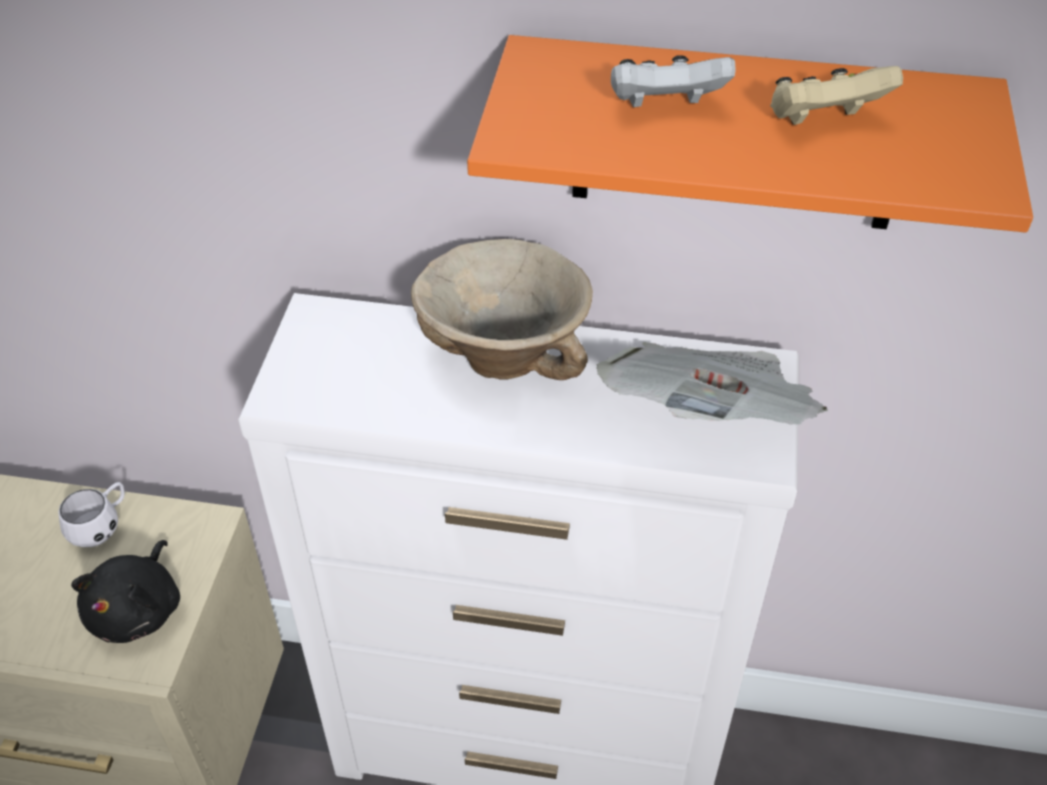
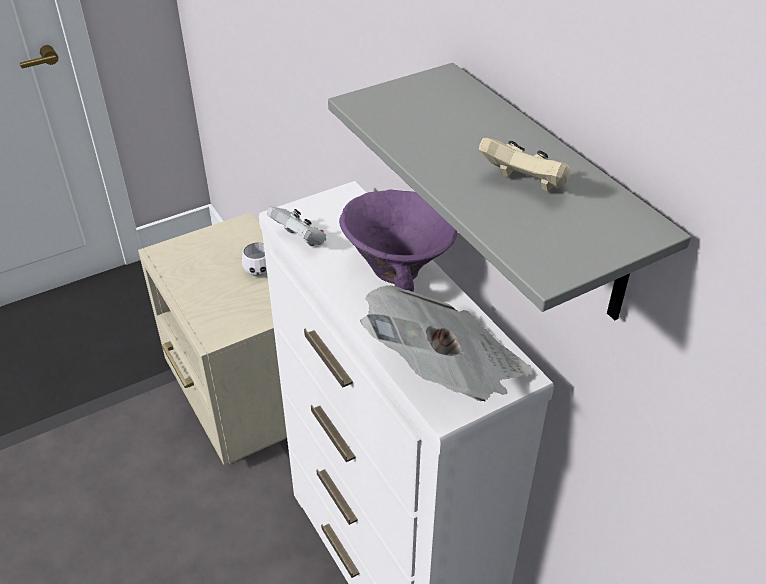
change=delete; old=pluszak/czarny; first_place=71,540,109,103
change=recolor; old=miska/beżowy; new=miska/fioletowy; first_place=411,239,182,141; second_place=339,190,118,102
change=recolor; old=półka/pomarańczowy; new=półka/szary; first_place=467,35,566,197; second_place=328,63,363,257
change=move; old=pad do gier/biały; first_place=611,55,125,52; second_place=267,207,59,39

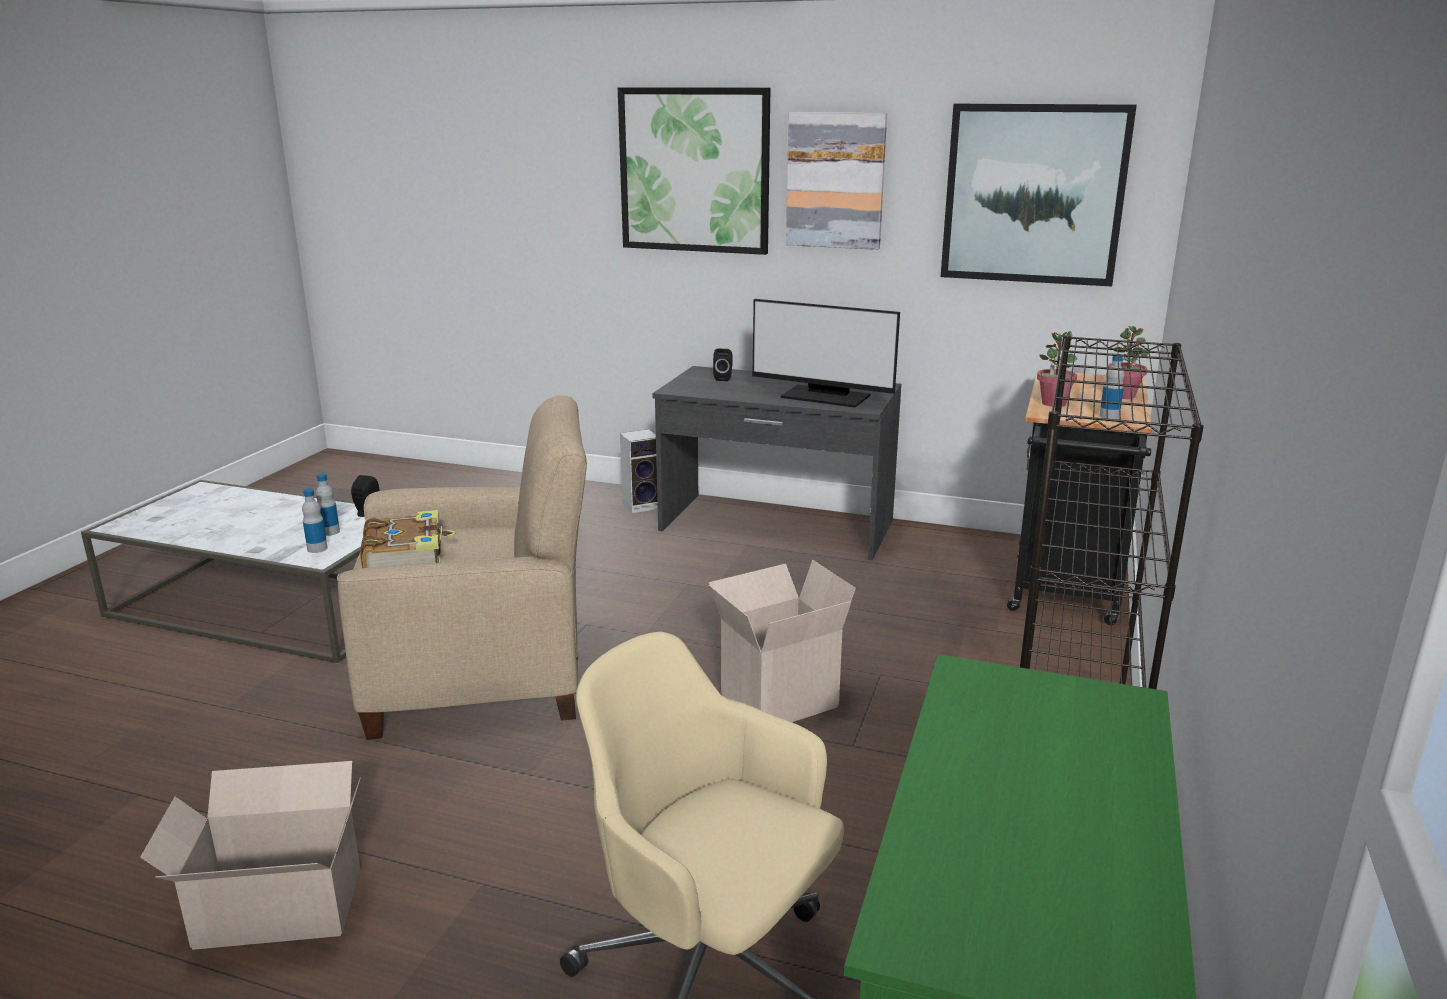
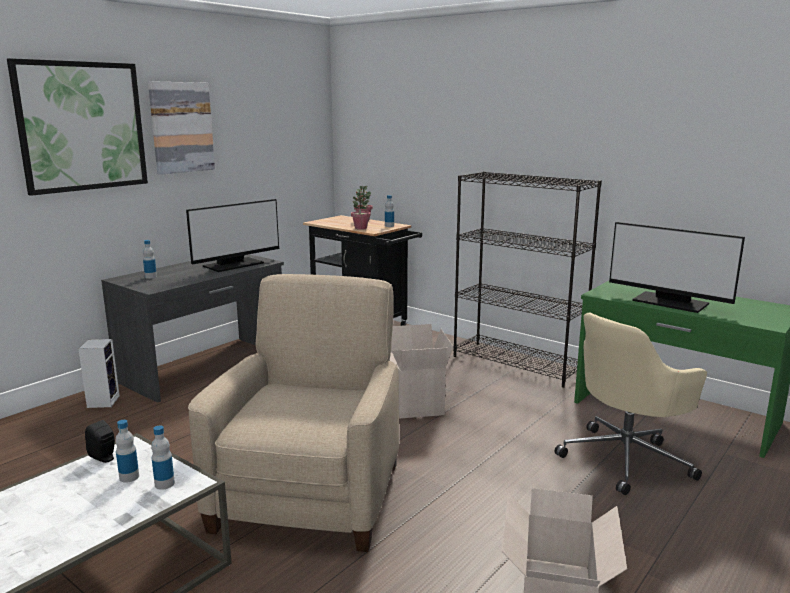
change=delete; old=książka; first_place=360,510,96,58
change=replace; old=głośnik/czarny; new=butelka; first_place=713,349,20,32; second_place=143,240,14,39
change=delete; old=obraz; first_place=941,104,196,183
change=insert; new=monitor; second_place=609,222,136,91

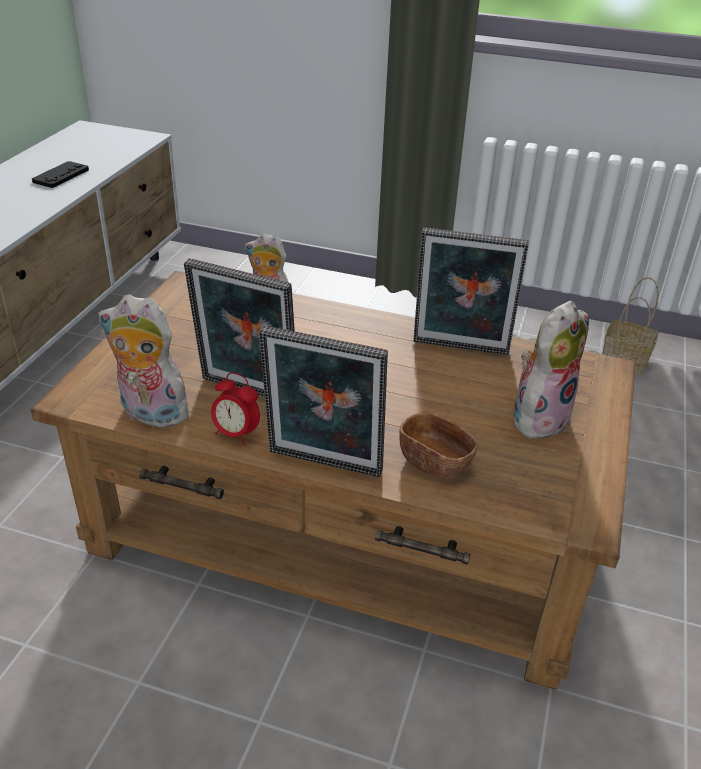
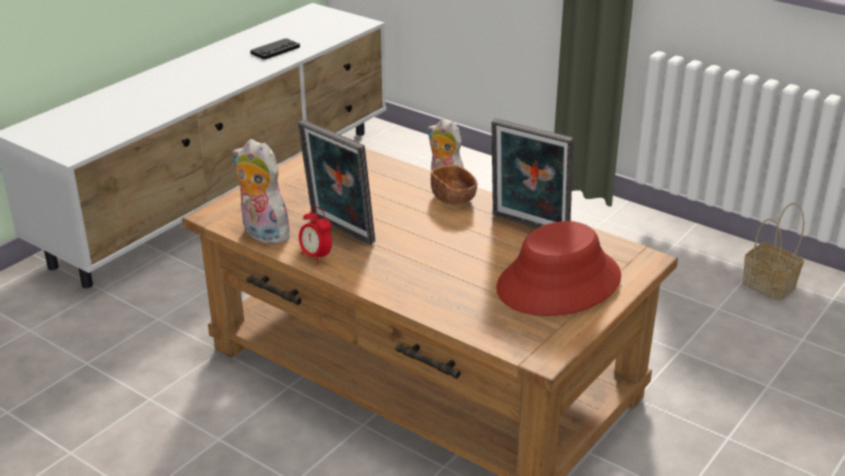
change=delete; old=ramka na zdjęcie; first_place=259,326,129,151
change=move; old=miska/brązowy; first_place=400,412,78,65; second_place=431,165,46,40
change=replace; old=pluszak; new=kapelusz/czerwony; first_place=514,301,75,138; second_place=496,221,125,95

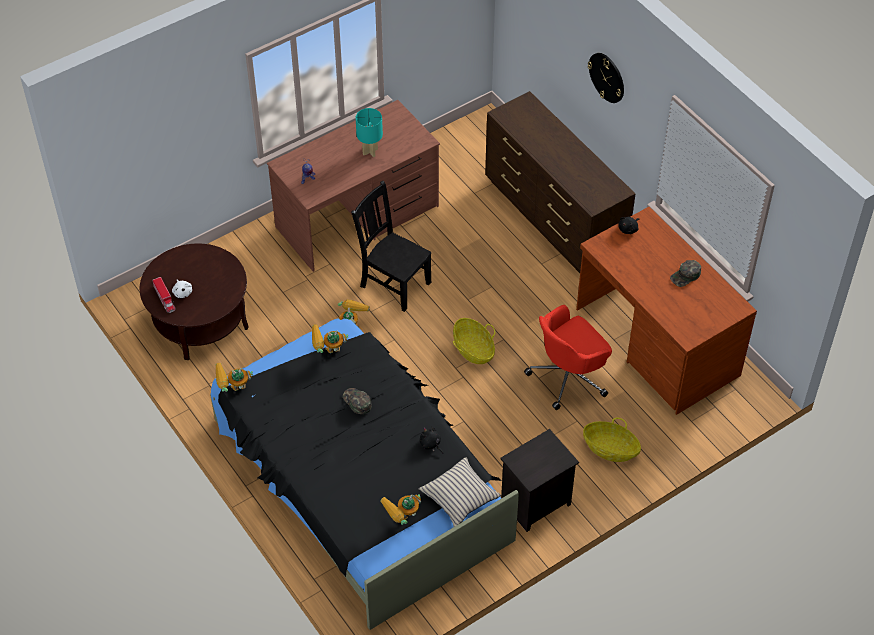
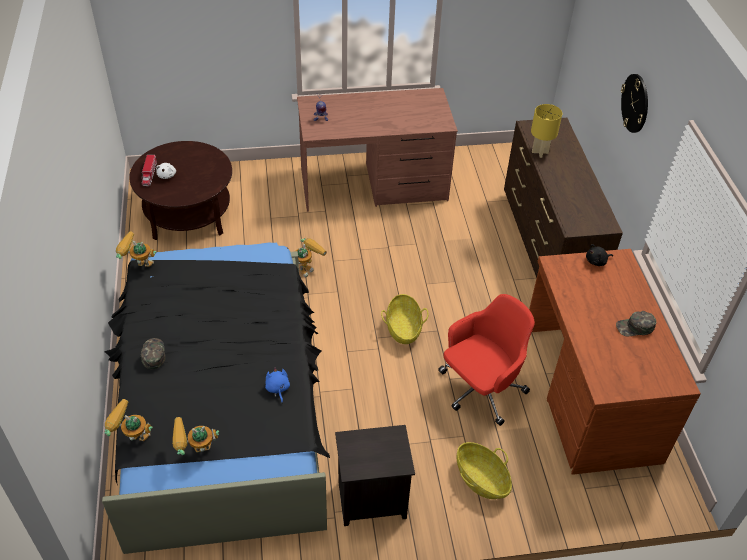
change=move; old=robot zabawkowy; first_place=312,324,36,29; second_place=104,399,49,42
change=move; old=czapka z daszkiem/zielony; first_place=343,388,29,26; second_place=141,338,25,31
change=delete; old=krzesło/czarny; first_place=351,181,80,131
change=delete; old=lampa stołowa/turkusowy; first_place=356,108,27,49
change=delete; old=poduszka/beżowy; first_place=419,457,82,70
change=recolor; old=pluszak/czarny; new=pluszak/niebieski; first_place=420,426,23,28; second_place=265,367,25,36
change=rotate; old=krzesło biurowe/czerwony; first_place=524,305,88,105; second_place=438,294,97,132; degrees=150
change=insert; new=lampa stołowa/żółty; second_place=531,104,31,54

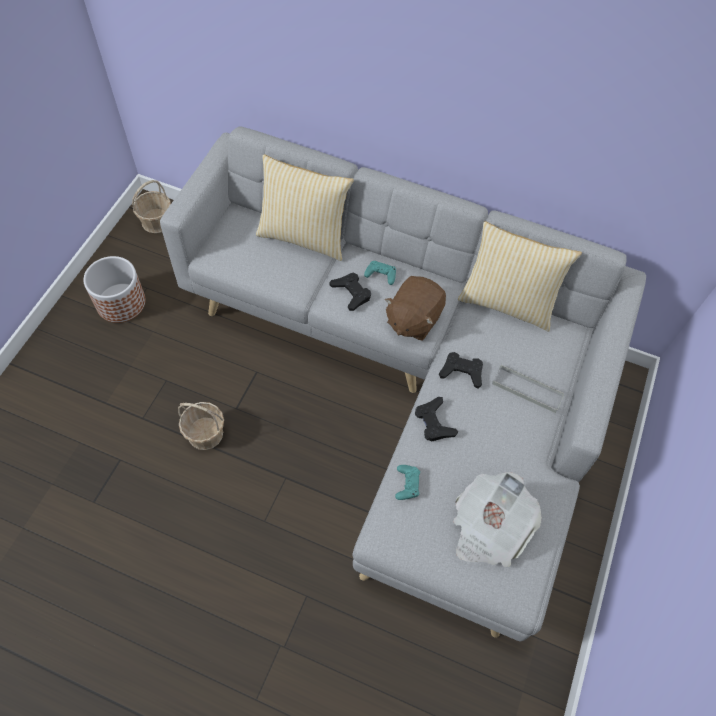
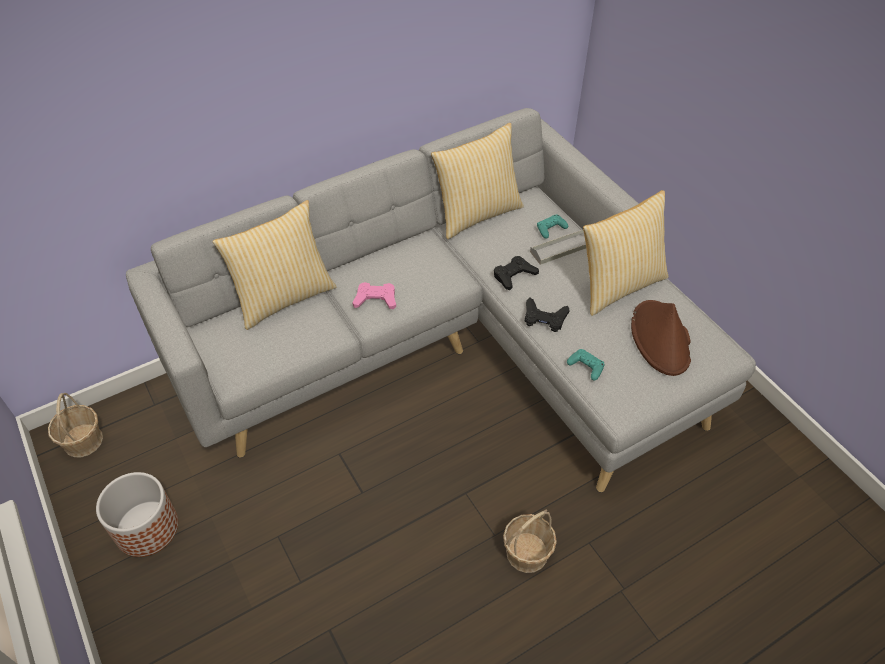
change=move; old=koszyk; first_place=178,402,46,48; second_place=503,510,54,63
change=recolor; old=pad do gier/czarny; new=pad do gier/różowy; first_place=329,273,42,38; second_place=352,282,44,27
change=move; old=pad do gier/turkusowy; first_place=364,261,32,24; second_place=537,214,31,25
change=delete; old=pluszak/brązowy; first_place=385,276,61,65
change=replace; old=gazeta; new=kapelusz/brązowy; first_place=453,472,89,95; second_place=631,300,60,76
change=insert; new=poduszka; second_place=583,190,85,126

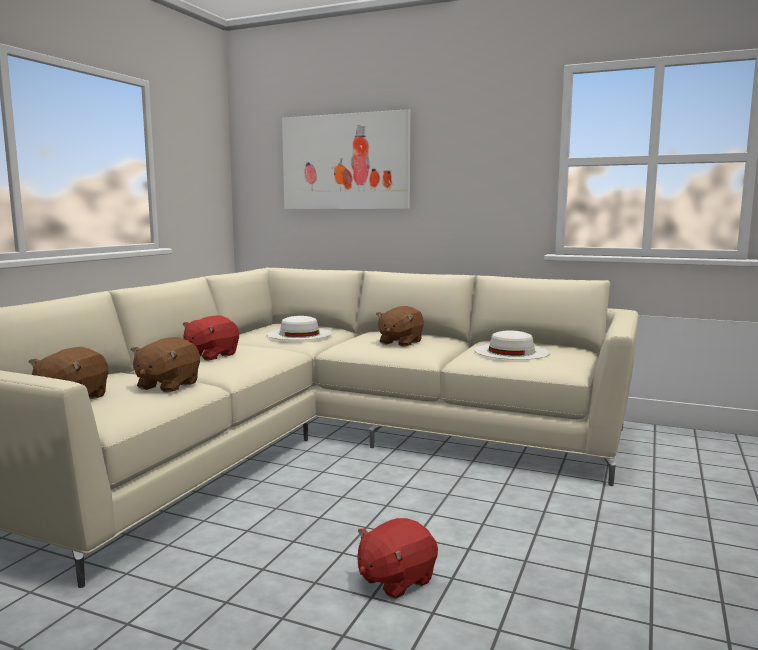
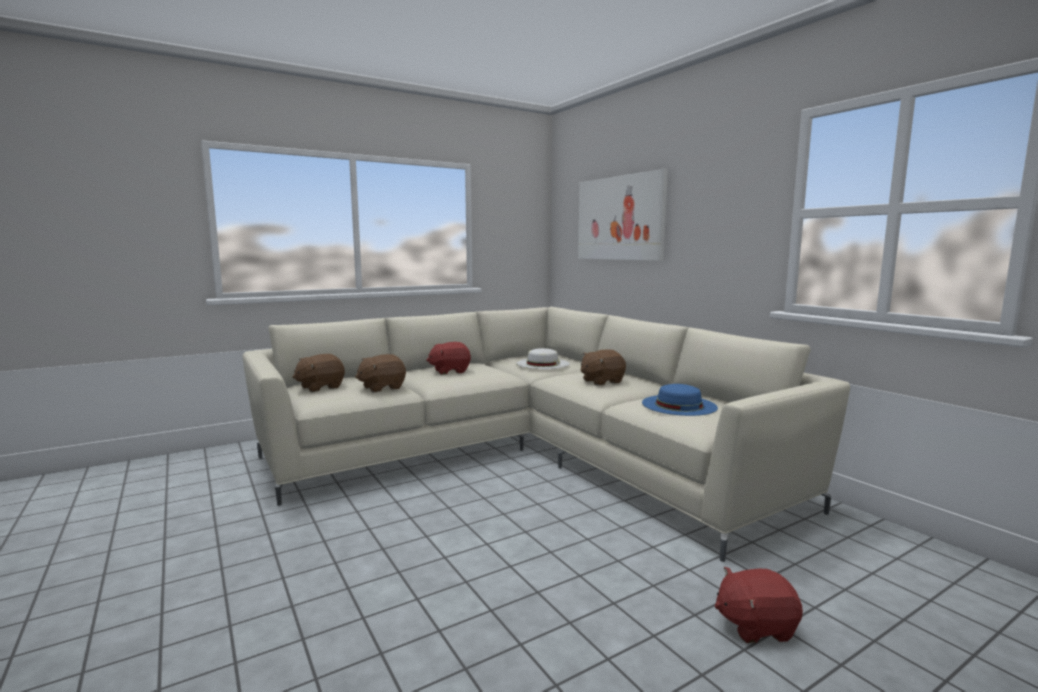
change=move; old=pluszak/czerwony; first_place=358,518,80,81; second_place=715,567,88,76
change=recolor; old=kapelusz/biały; new=kapelusz/niebieski; first_place=474,330,76,30; second_place=642,384,76,32

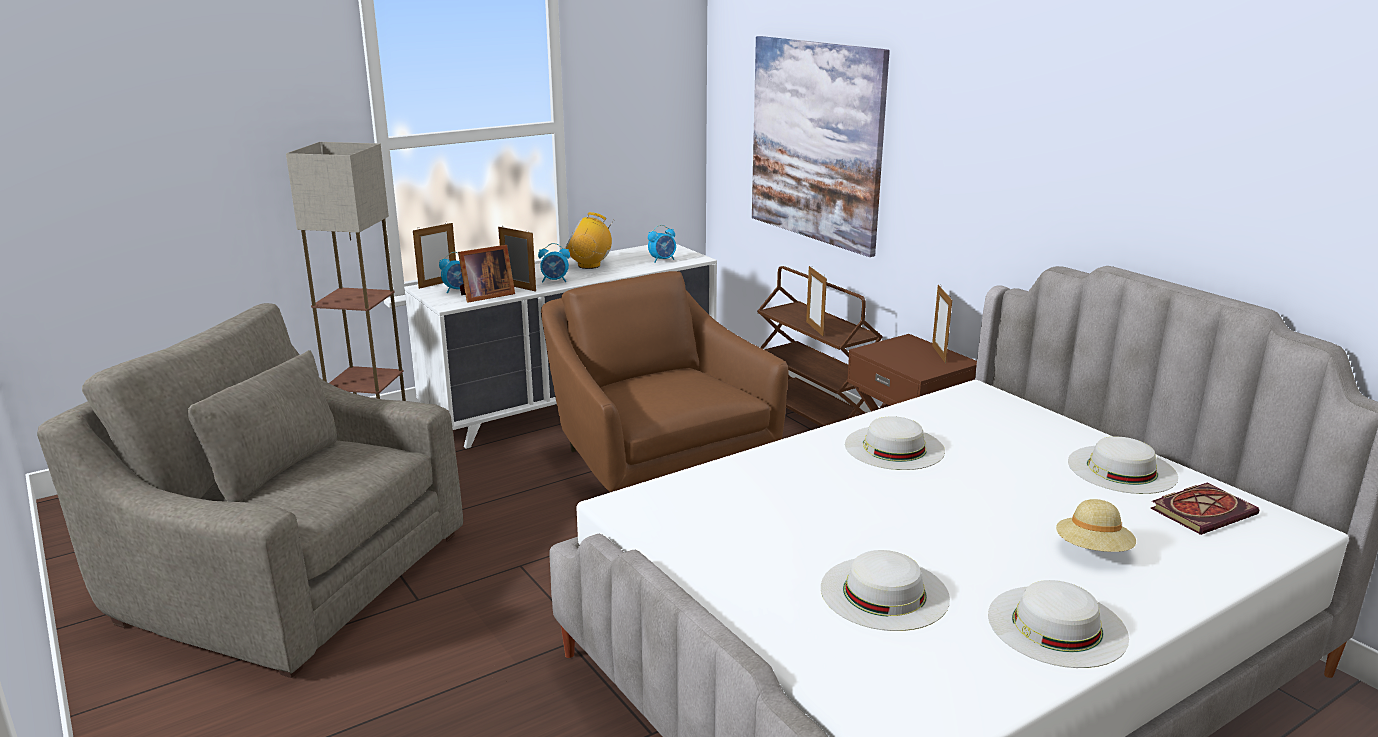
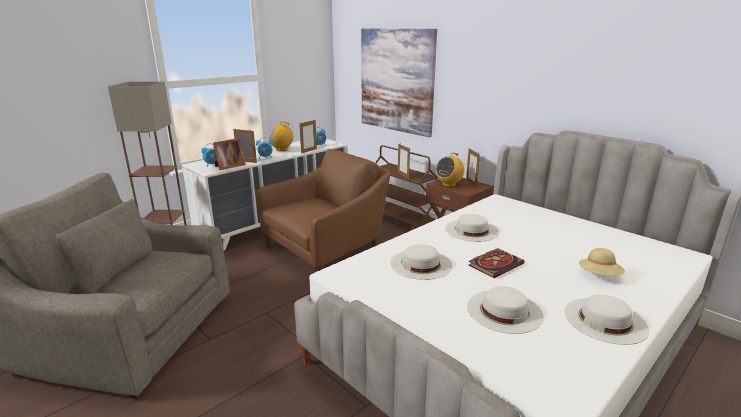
change=move; old=ramka na zdjęcie; first_place=413,222,43,67; second_place=299,120,18,34
change=rotate; old=fotel/brązowy; first_place=541,271,247,222; second_place=256,149,135,123; degrees=90
change=move; old=kapelusz/biały; first_place=1068,437,110,57; second_place=390,244,62,36
change=move; old=książka; first_place=1151,483,109,52; second_place=468,248,57,30
change=insert; new=radio; second_place=436,153,28,34

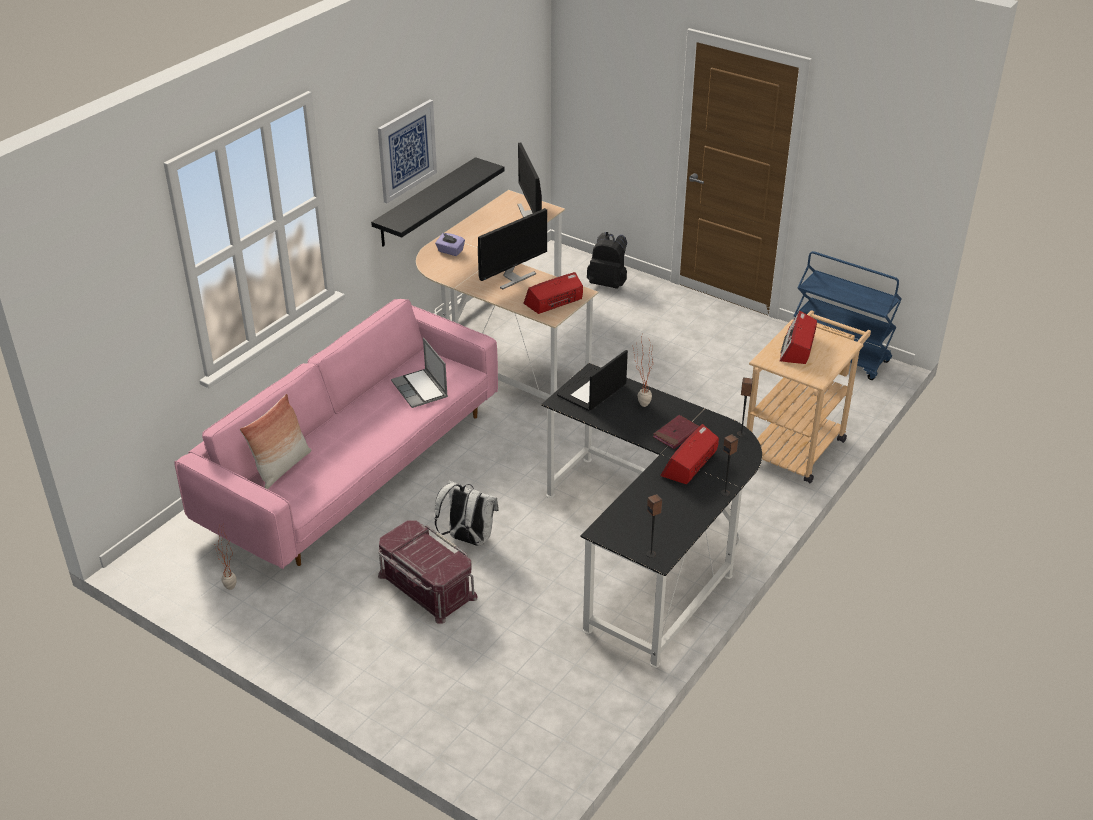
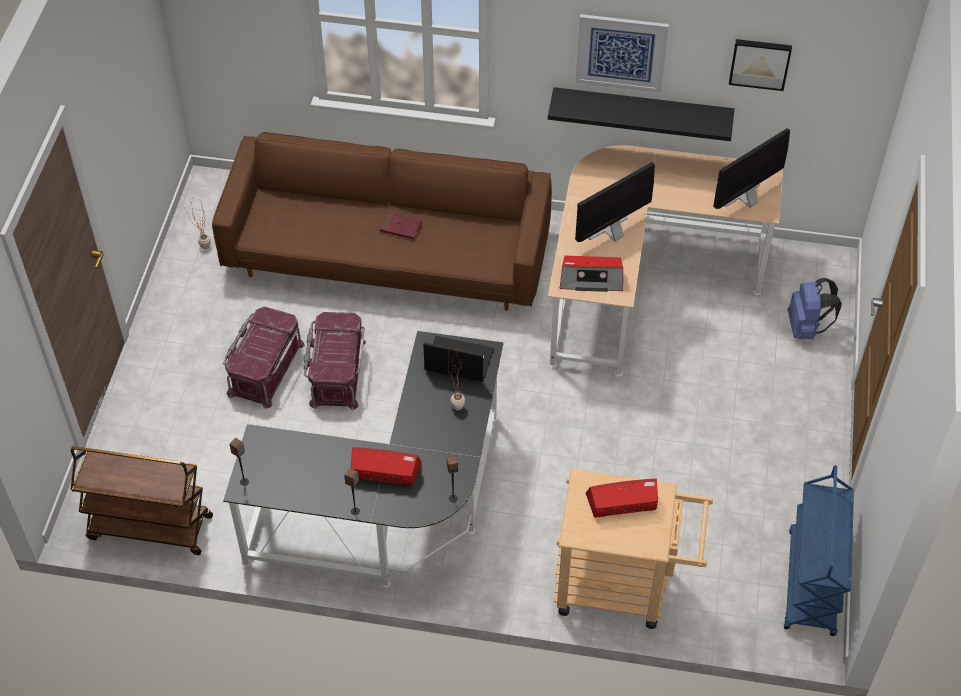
change=recolor; old=kanapa/różowy; new=kanapa/brązowy; first_place=174,299,324,270; second_place=212,132,340,179
change=delete; old=poduszka; first_place=240,394,71,95
change=delete; old=laptop; first_place=391,338,57,70
change=delete; old=pudełko chusteczek/fioletowy; first_place=435,233,30,23
change=replace; old=plecak/biały; new=pojemnik do przechowywania/czerwony; first_place=435,481,64,65; second_place=304,312,62,98
change=rotate; old=monitor; first_place=478,208,69,81; second_place=575,162,80,80; degrees=120
change=rotate; old=radio; first_place=523,272,60,42; second_place=560,256,63,36; degrees=150
change=recolor; old=plecak/czarny; new=plecak/niebieski; first_place=587,232,40,57; second_place=788,278,54,61
change=move; old=książka/czerwony; first_place=653,415,46,34; second_place=380,212,42,27
change=insert; new=wózek/brązowy; second_place=70,446,143,109
change=insert; new=obraz; second_place=729,39,63,52

